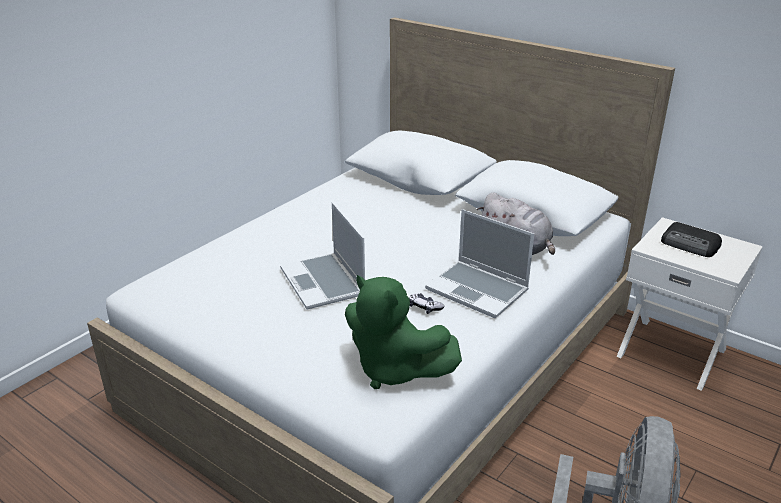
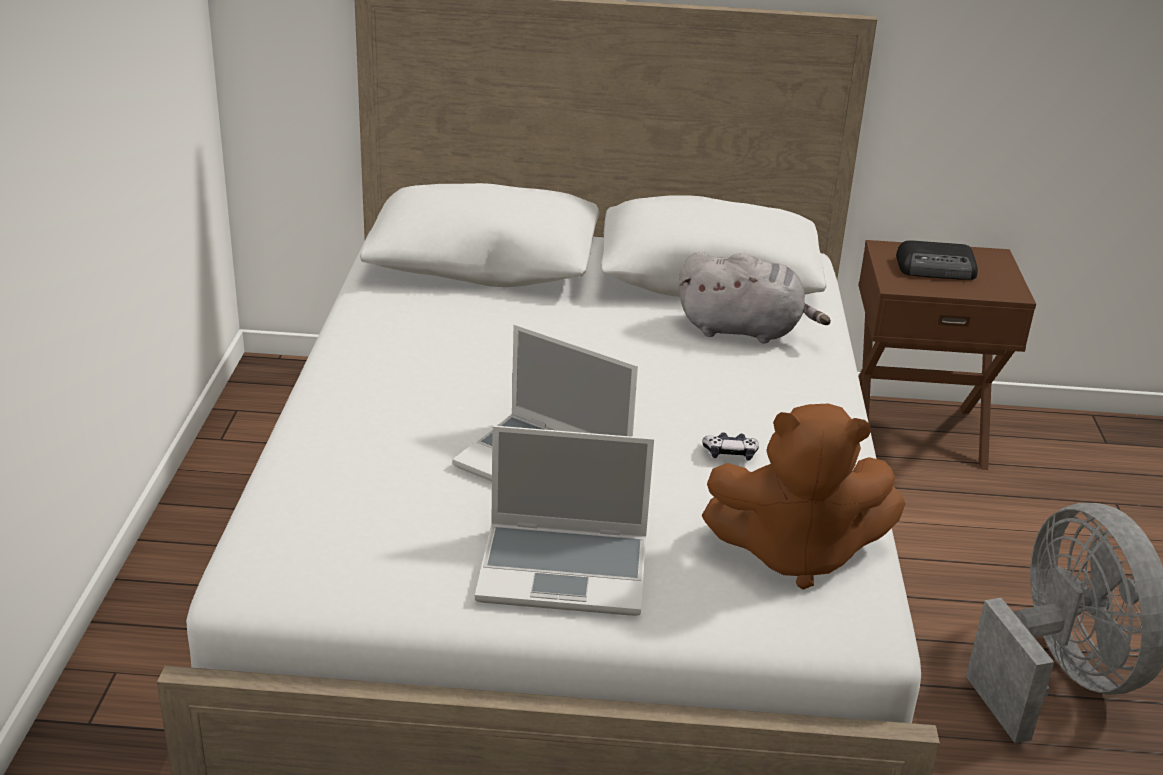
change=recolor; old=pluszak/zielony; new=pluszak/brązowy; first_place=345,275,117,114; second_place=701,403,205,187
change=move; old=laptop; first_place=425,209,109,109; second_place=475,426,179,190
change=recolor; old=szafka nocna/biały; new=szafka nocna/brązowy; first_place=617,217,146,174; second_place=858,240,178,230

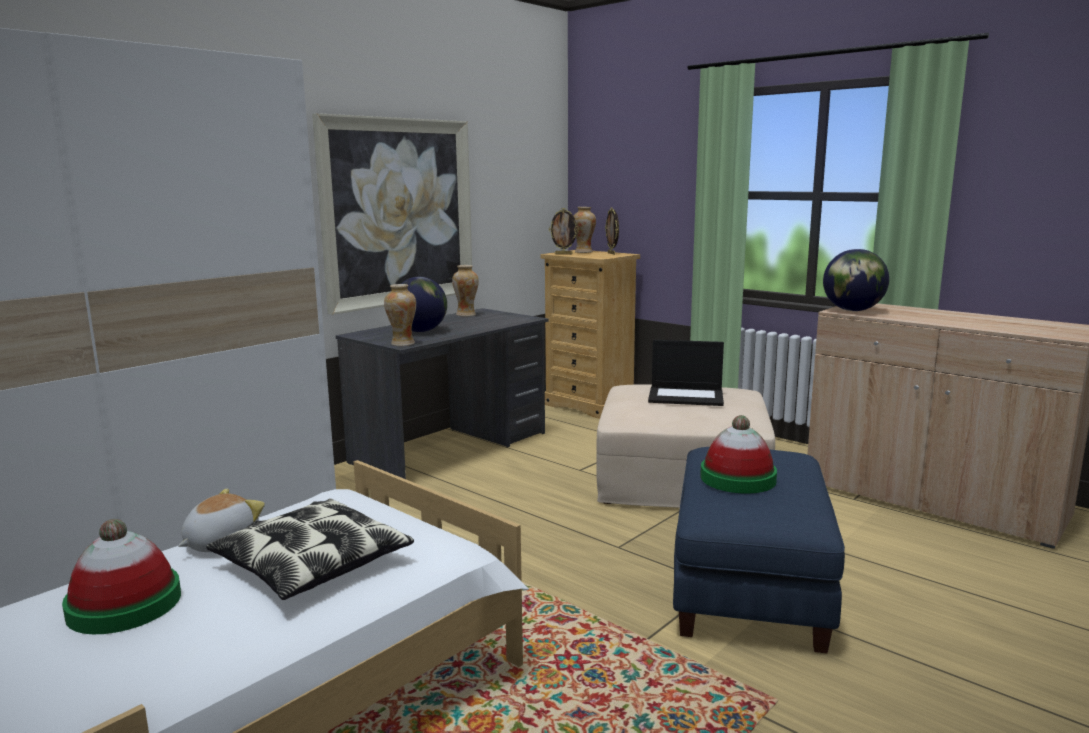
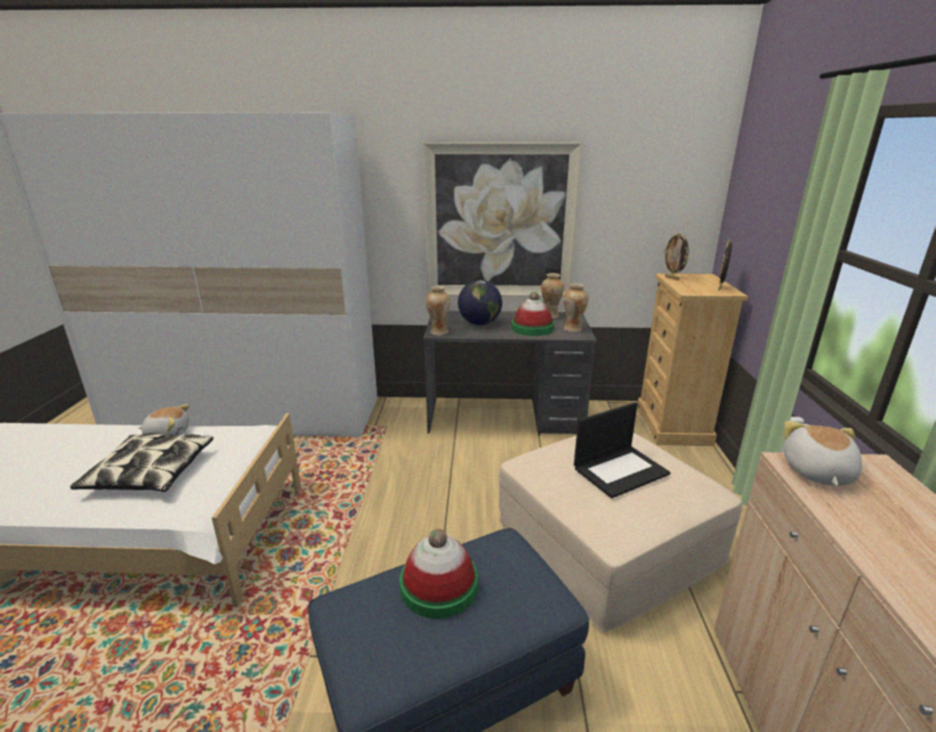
change=move; old=kapelusz; first_place=62,519,119,115; second_place=511,292,43,44
change=move; old=wazon; first_place=574,207,22,46; second_place=563,283,25,49
change=rotate; old=laptop; first_place=648,340,76,66; second_place=574,402,97,96; degrees=-90
change=replace; old=globus; new=pluszak; first_place=823,249,66,62; second_place=784,421,78,65

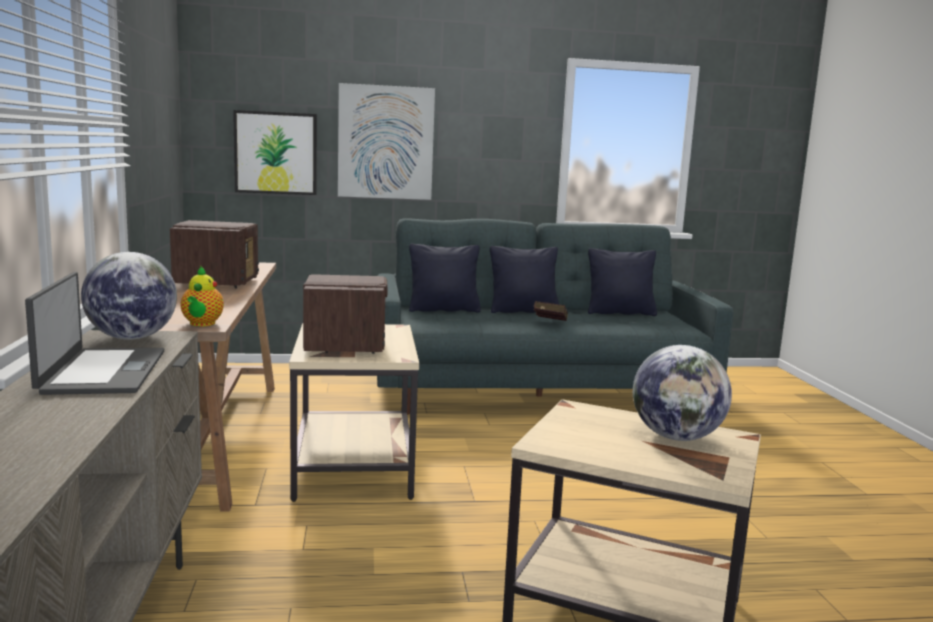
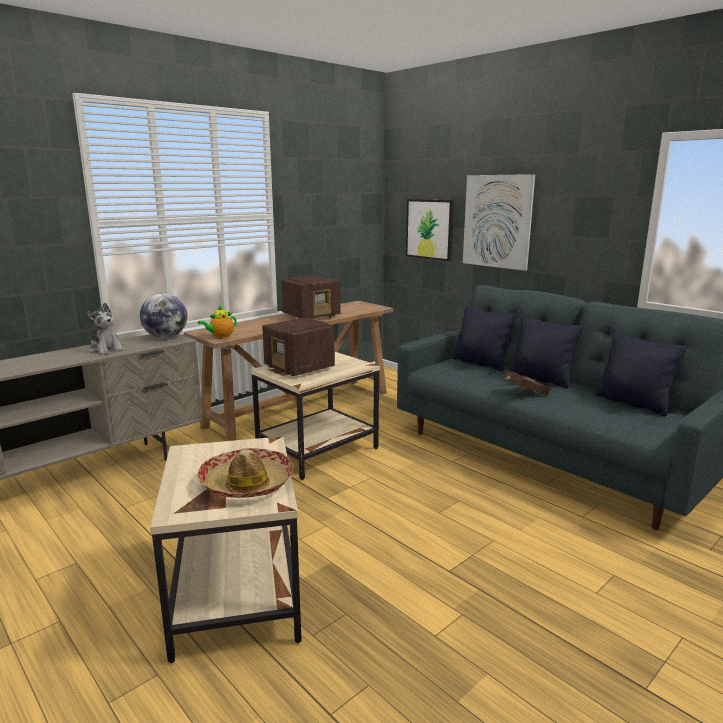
change=replace; old=laptop; new=pluszak; first_place=25,272,139,123; second_place=87,303,37,52
change=rotate; old=radio; first_place=303,274,85,80; second_place=262,318,73,58; degrees=90
change=replace; old=globus; new=kapelusz; first_place=633,345,99,96; second_place=197,448,97,50

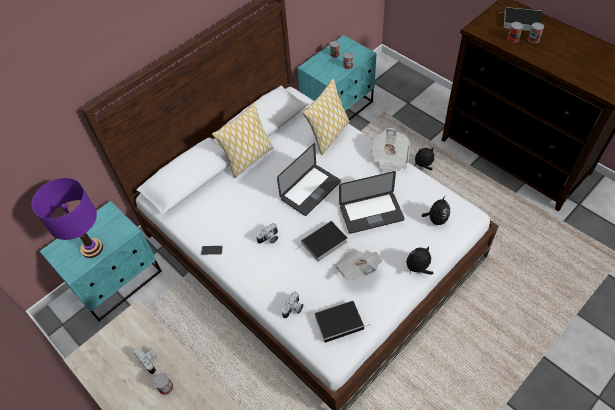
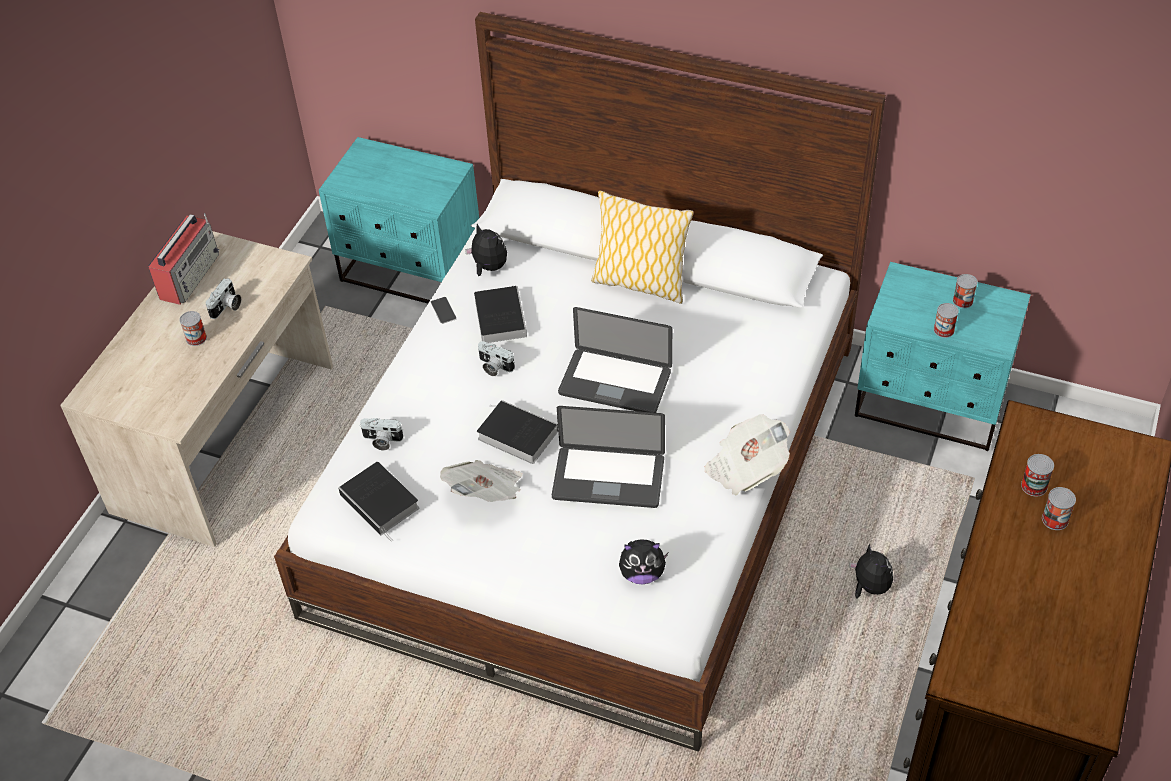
change=delete; old=lampa stołowa/fioletowy; first_place=32,178,71,80
change=delete; old=poduszka; first_place=302,79,47,76
change=rotate; old=laptop; first_place=339,171,66,63; second_place=552,406,113,102; degrees=-45
change=move; old=pluszak; first_place=406,246,28,29; second_place=465,224,42,52
change=move; old=książka; first_place=499,7,43,24; second_place=474,286,53,57
change=insert; new=radio; second_place=148,213,71,92

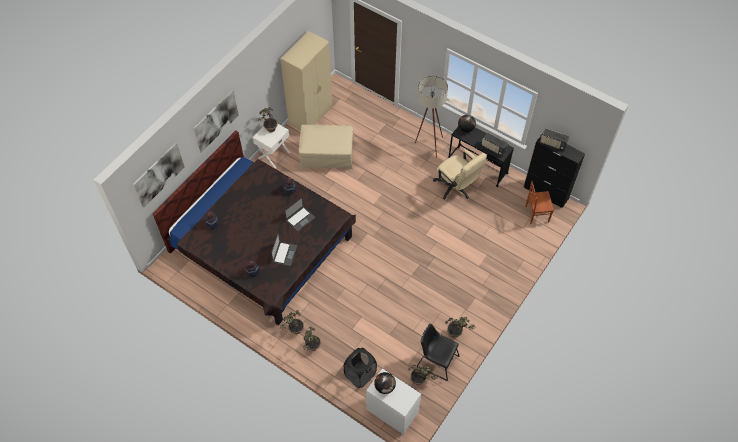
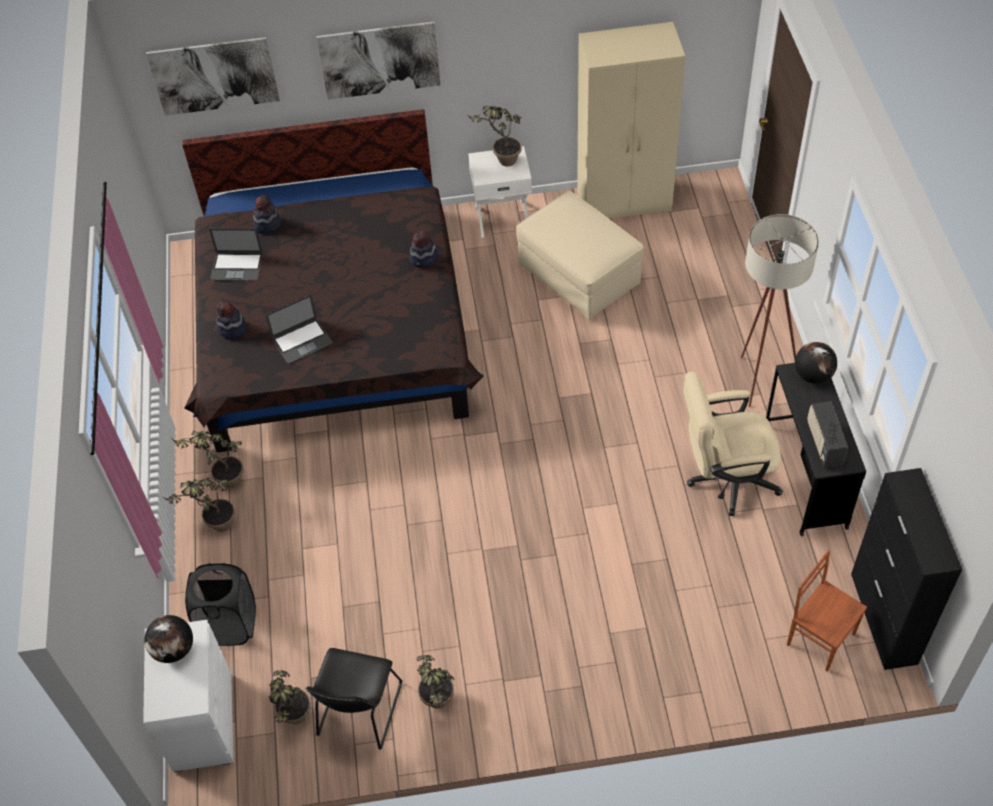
change=move; old=laptop; first_place=284,197,31,34; second_place=209,228,54,52
change=rotate; old=krzesło/czarny; first_place=417,323,43,58; second_place=306,648,96,102; degrees=-150
change=rotate; old=krzesło biurowe/beżowy; first_place=433,149,54,51; second_place=683,371,100,145; degrees=75
change=delete; old=radio; first_place=541,128,28,23

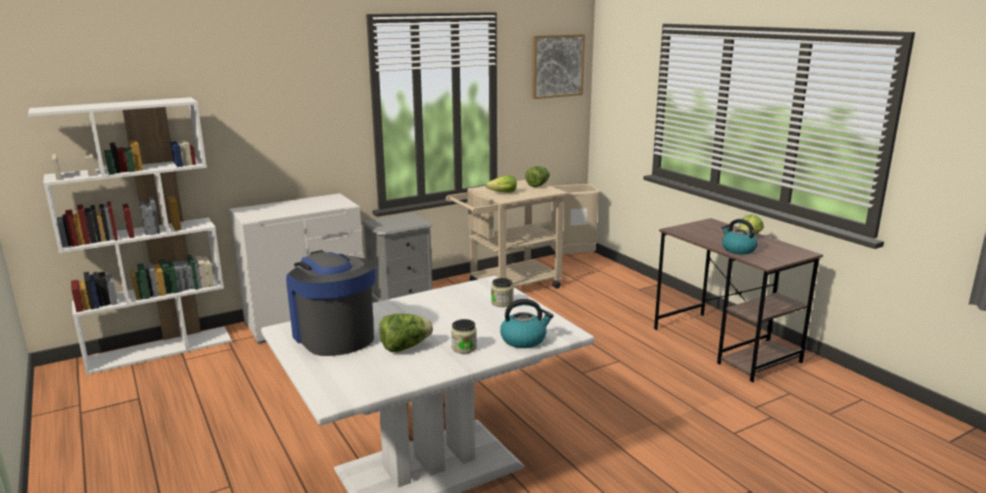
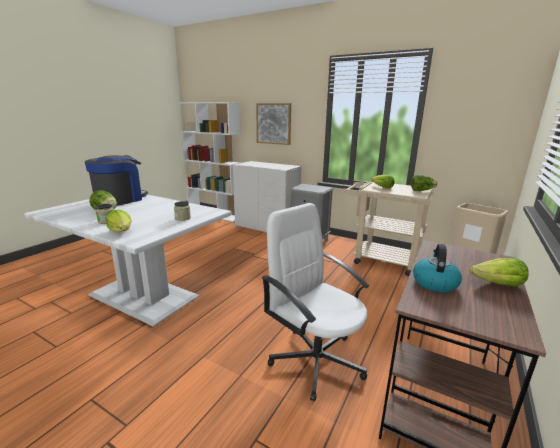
change=replace; old=czajnik; new=sałata; first_place=500,299,54,49; second_place=106,210,26,22
change=move; old=obraz; first_place=532,34,53,65; second_place=256,103,35,42
change=insert; new=krzesło biurowe/biały; second_place=261,203,108,199

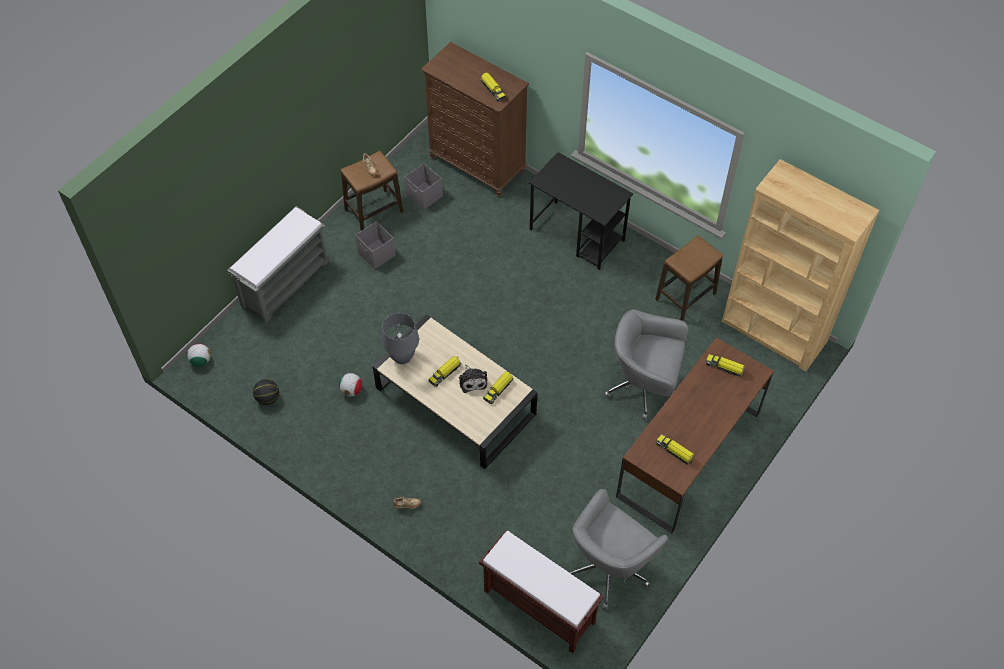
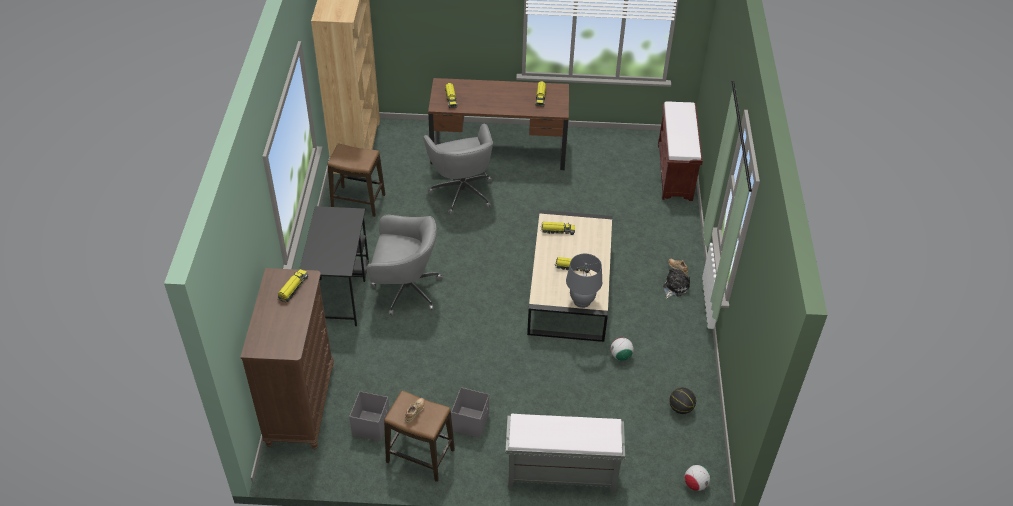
change=move; old=pluszak; first_place=459,365,28,28; second_place=663,268,27,31
change=move; old=krzesło biurowe/szary; first_place=569,489,99,121; second_place=366,215,76,101

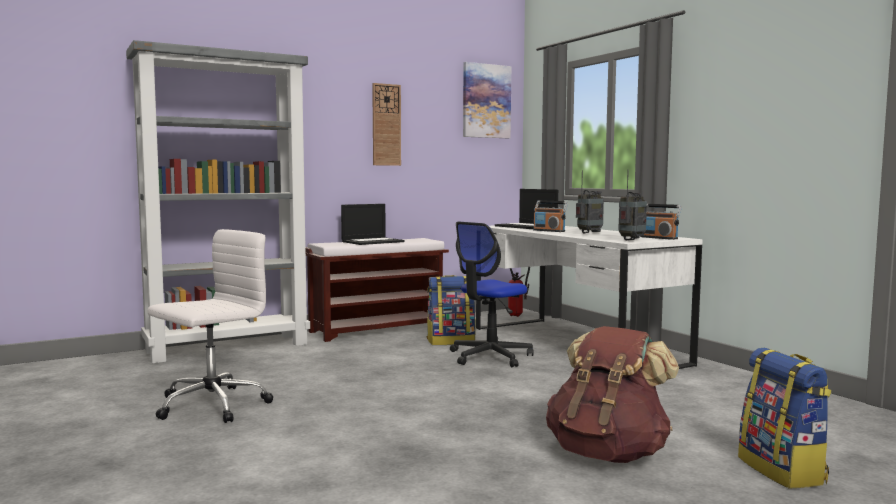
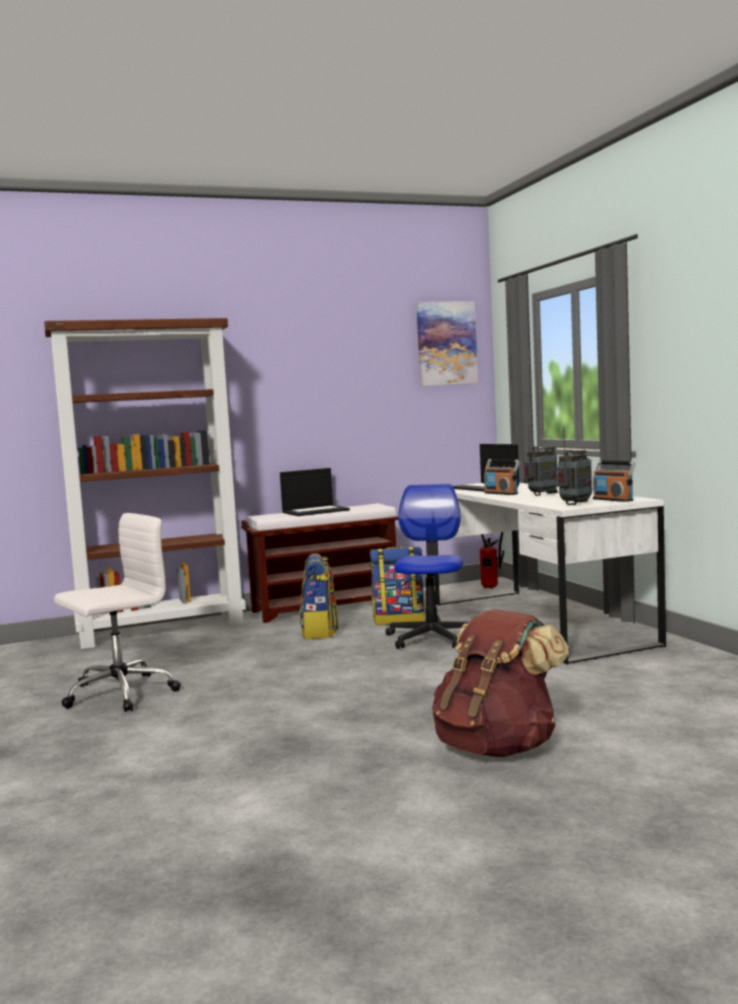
change=recolor; old=regał/szary; new=regał/brązowy; first_place=126,40,184,323; second_place=44,318,202,331
change=delete; old=zegar ścienny; first_place=372,83,29,83
change=rotate; old=krzesło biurowe; first_place=450,222,84,145; second_place=385,484,84,165; degrees=135
change=move; old=plecak; first_place=738,348,93,141; second_place=300,554,39,85

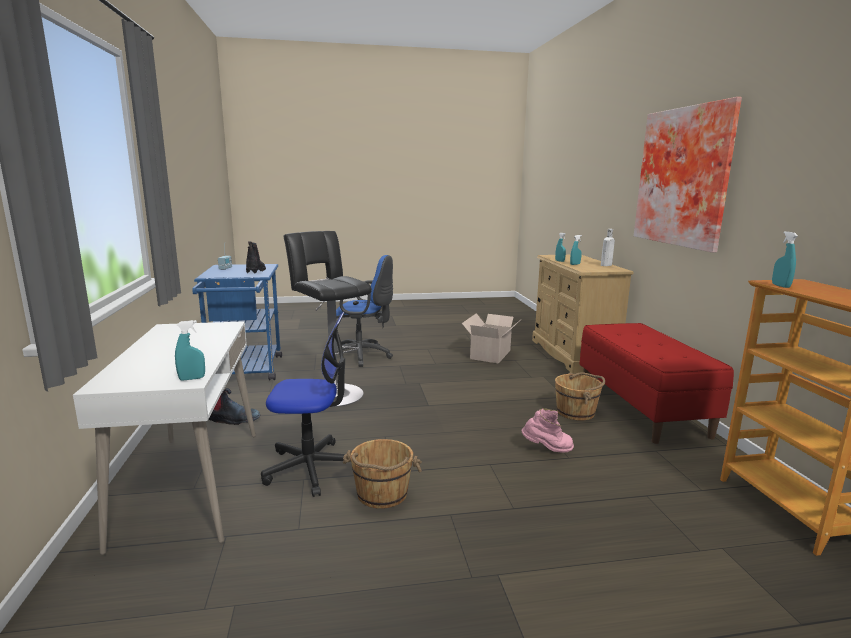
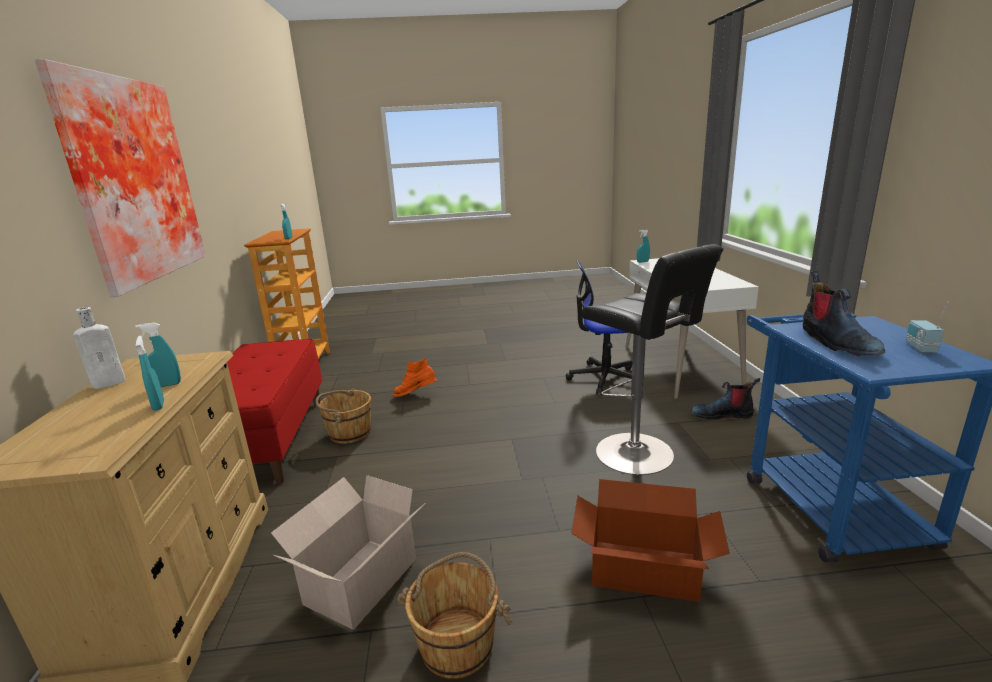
change=replace; old=krzesło biurowe/niebieski; new=karton; first_place=336,255,57,112; second_place=571,479,159,123
change=move; old=wiadro/brązowy; first_place=343,439,79,70; second_place=396,552,116,127
change=recolor; old=but z cholewką/różowy; new=but z cholewką/pomarańczowy; first_place=522,408,52,45; second_place=393,358,44,39

